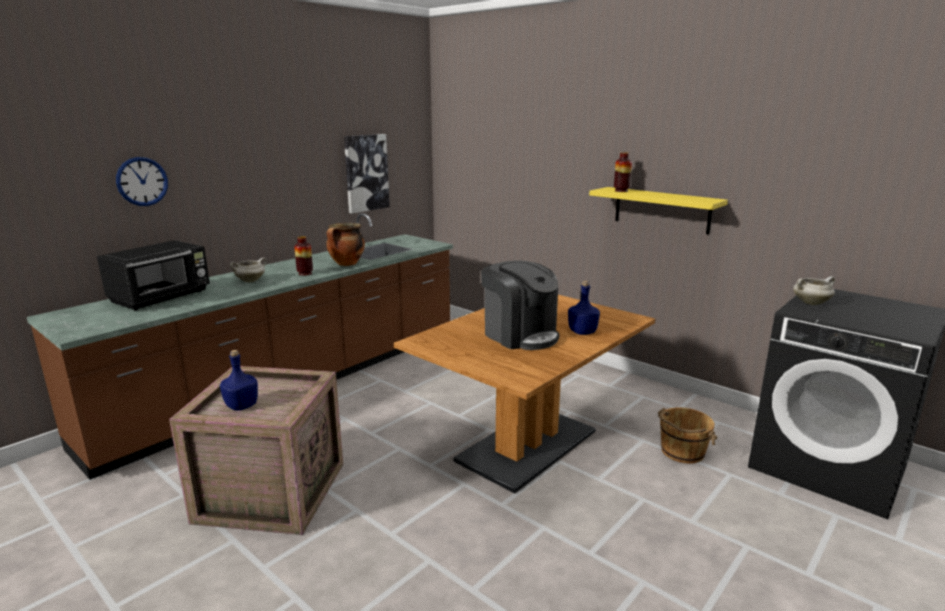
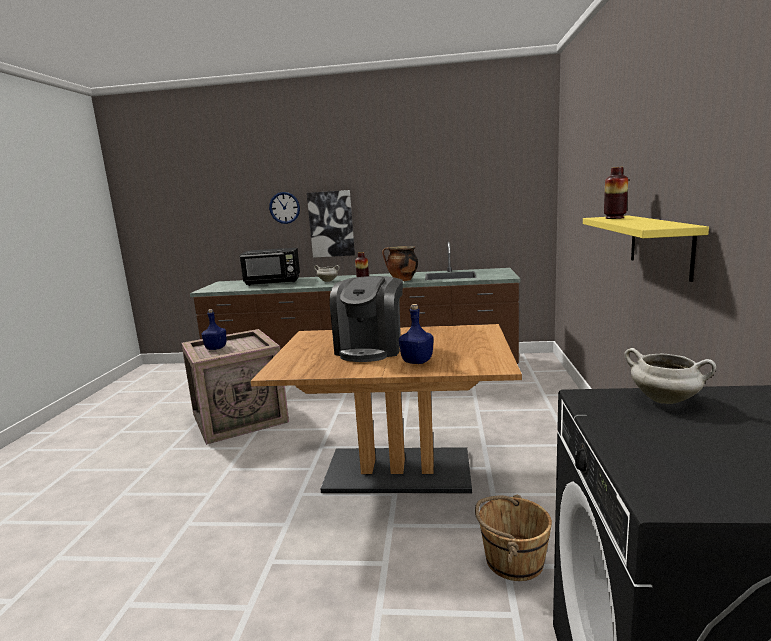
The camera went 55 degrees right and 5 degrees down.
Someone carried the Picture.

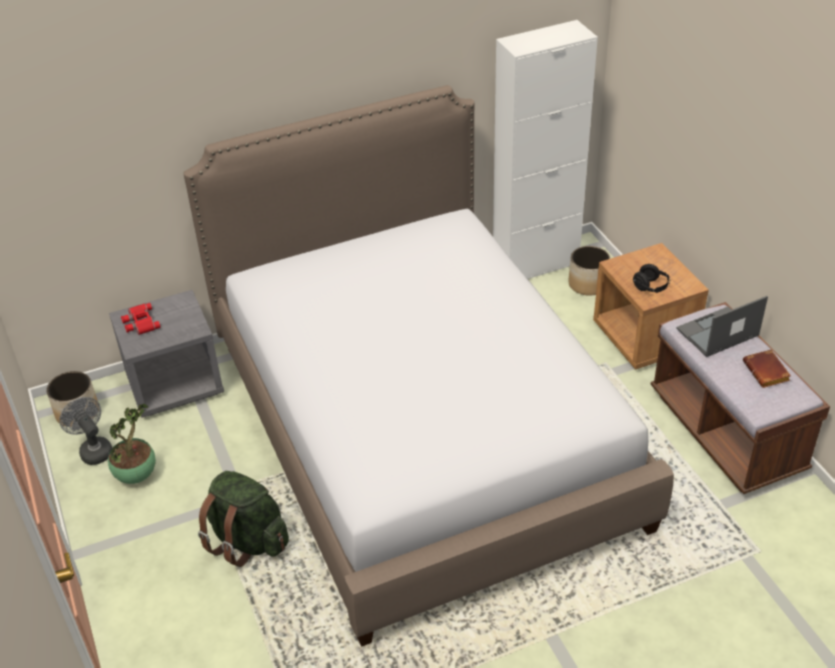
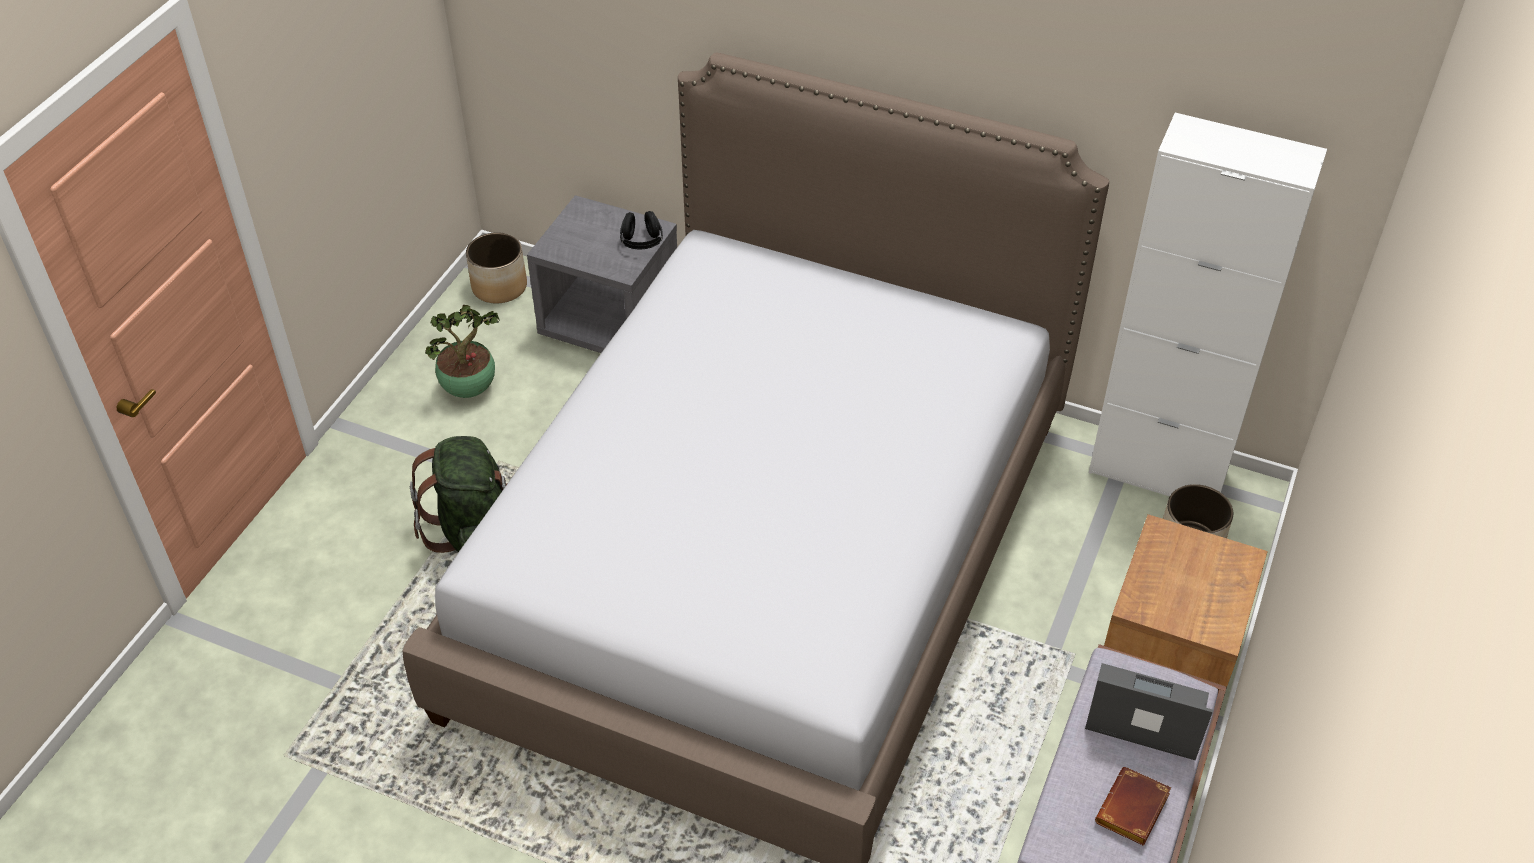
The camera went 45 degrees right and 5 degrees up.
Someone carried the BlackHeadset.
Someone took away the RedPairOfBinoculars.
Someone took away the GrayCoolingFan.

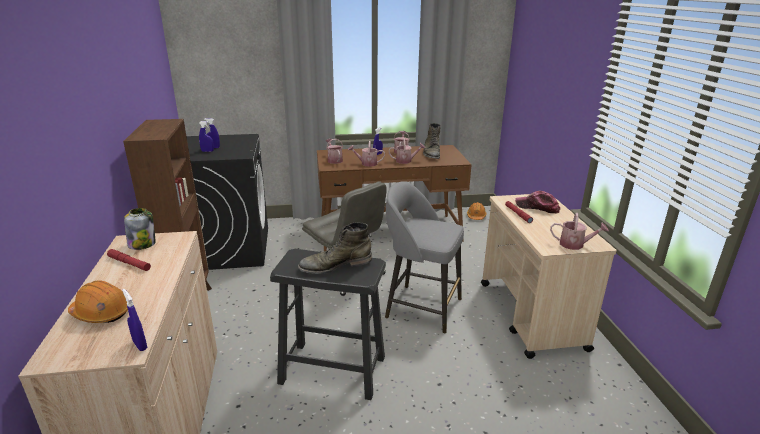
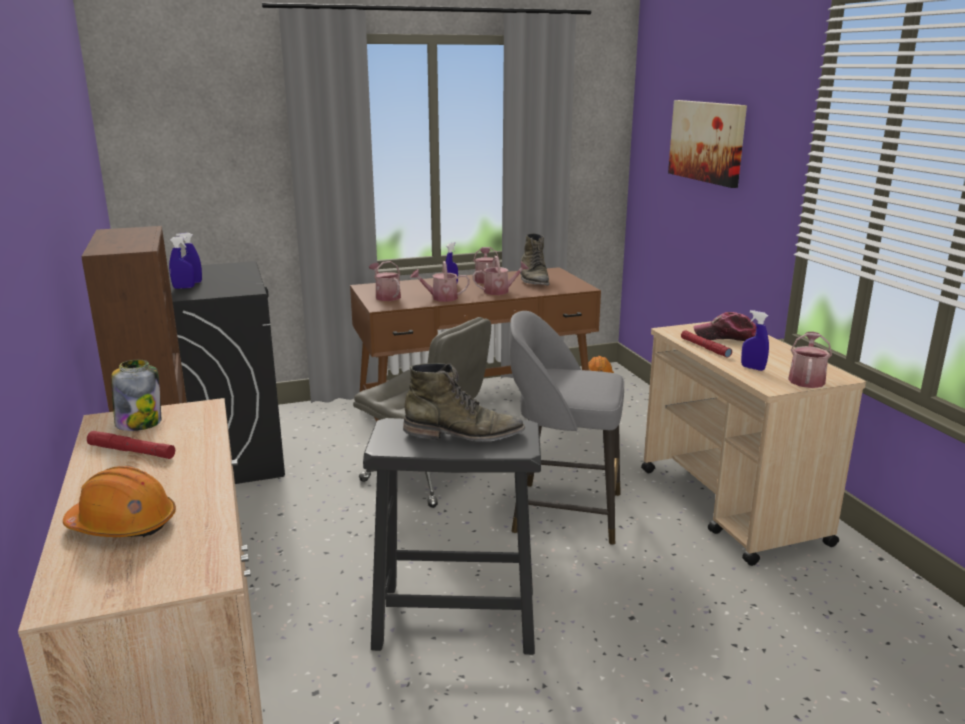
The camera went 10 degrees left and 5 degrees down.
Someone rotated the WateringPot (5th from left) by 75 degrees counterclockwise.
Someone rotated the GreenishBoot (1st from left) by 150 degrees counterclockwise.
Someone carried the BluishSprayBottle (1st from left in the first image).
Someone put up the Picture.

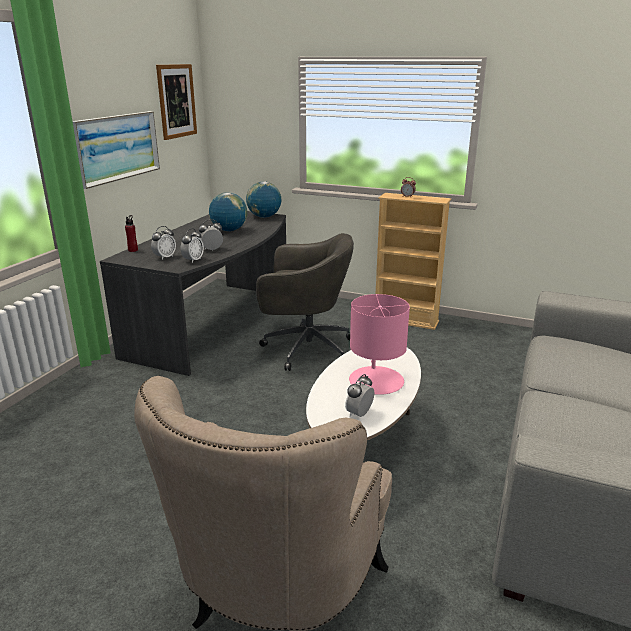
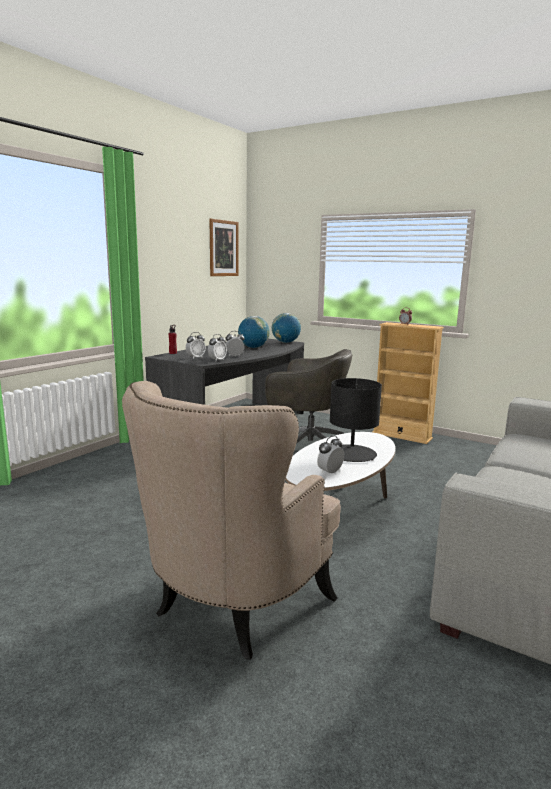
The camera went 10 degrees right and 10 degrees down.
Someone took away the Picture (1st from left).
Someone repainted the PinkishLampForATable, which became the BlackLampForATable.

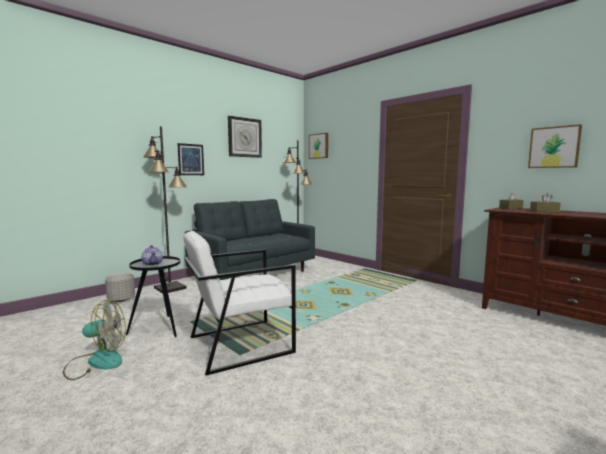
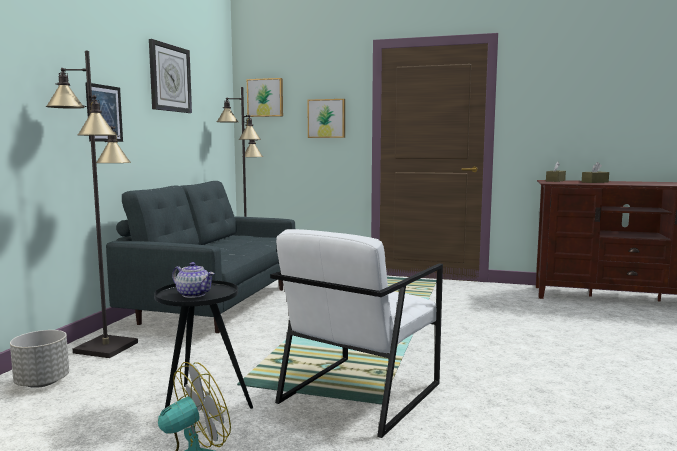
The camera went 30 degrees left and 0 degrees up.
Someone carried the Picture (3rd from left).

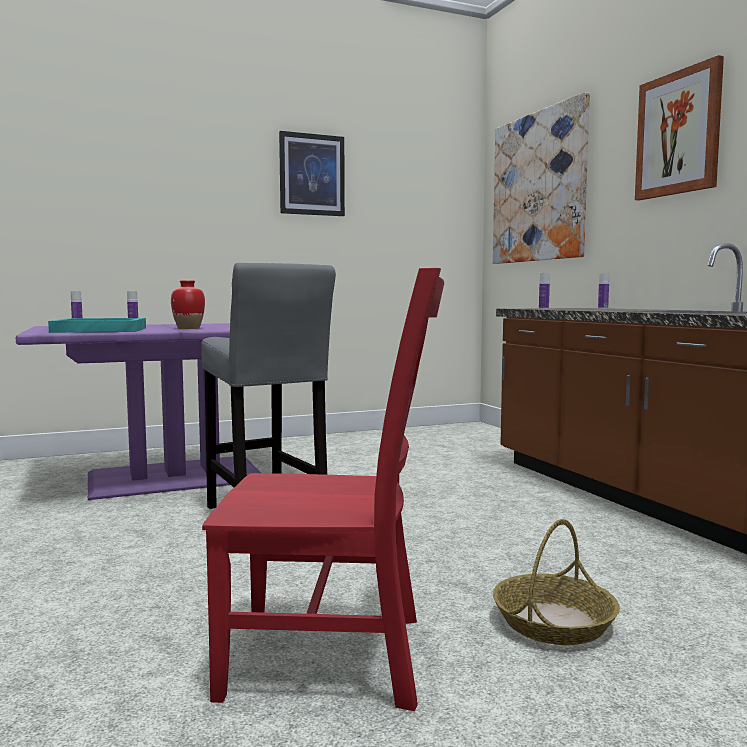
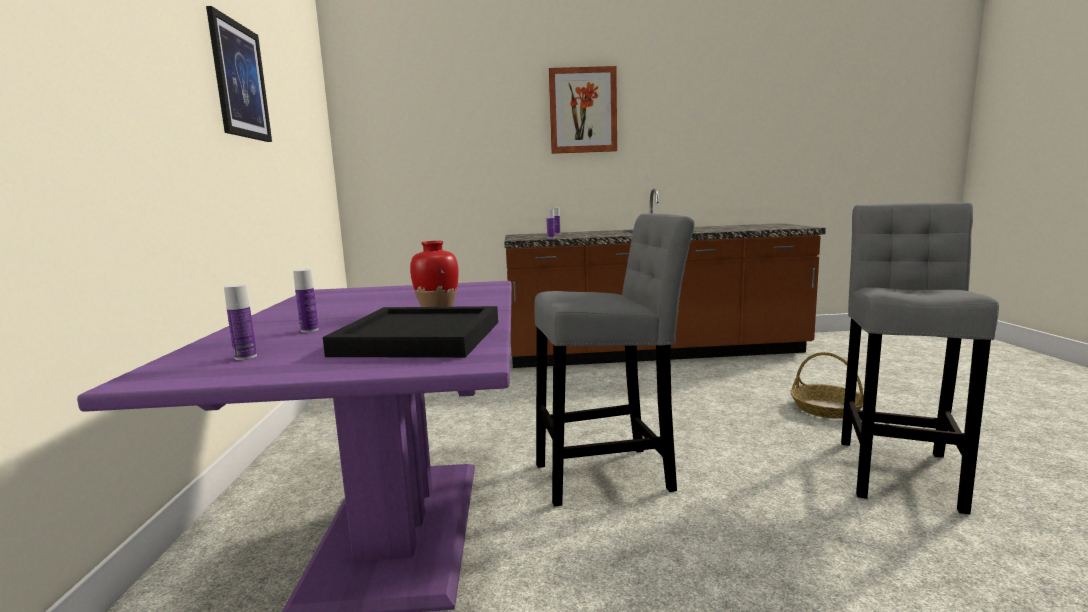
The camera went 70 degrees left and 5 degrees up.
Someone took away the Picture (2nd from left).
Someone swapped the RedChair for the GrayStool (2nd from left).
Someone repainted the BlueGreenServingTray, which became the BlackServingTray.

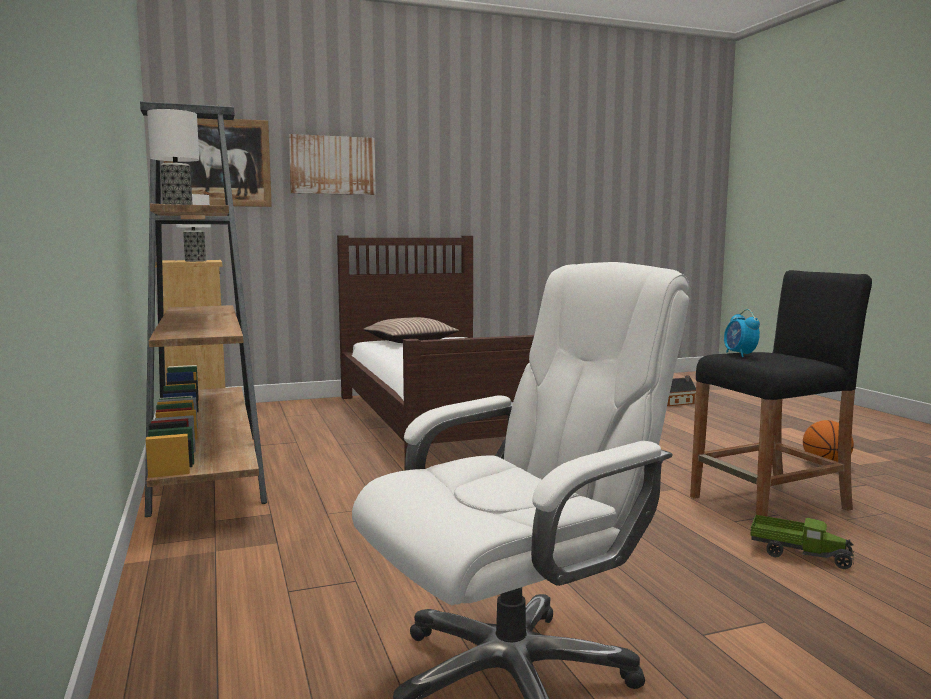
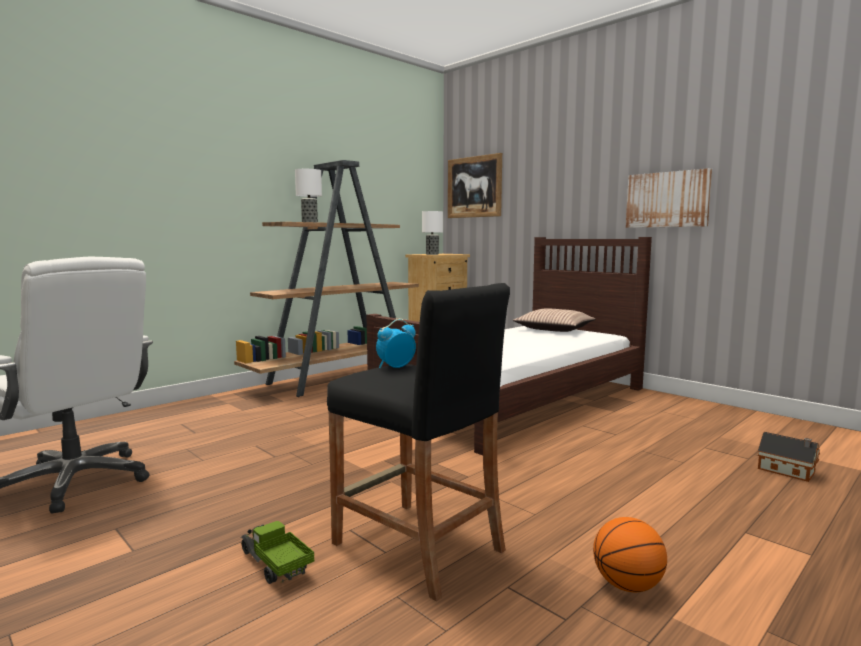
The camera went 65 degrees right and 0 degrees up.
Someone carried the Picture (2nd from left).
Someone rotated the ToyLorry by 135 degrees clockwise.

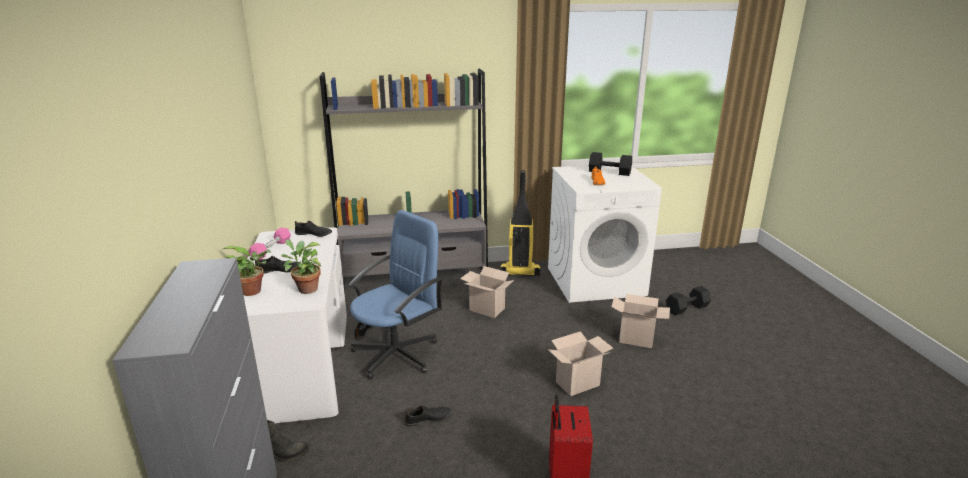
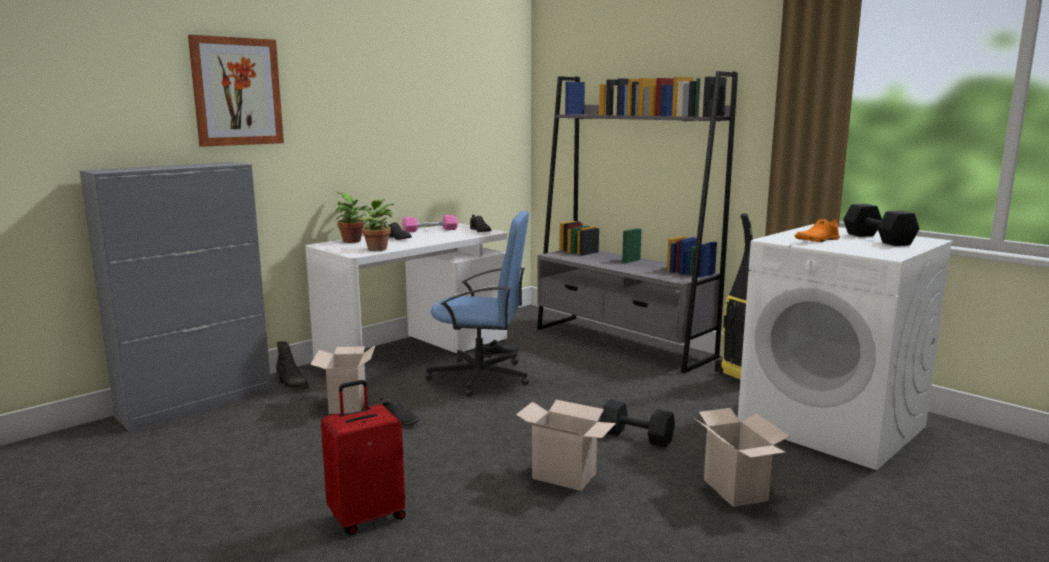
The camera went 55 degrees right and 10 degrees down.
Someone carried the Carton (1st from left).
Someone carried the BlackDumbbell (2nd from left in the first image).
Someone put up the Picture.

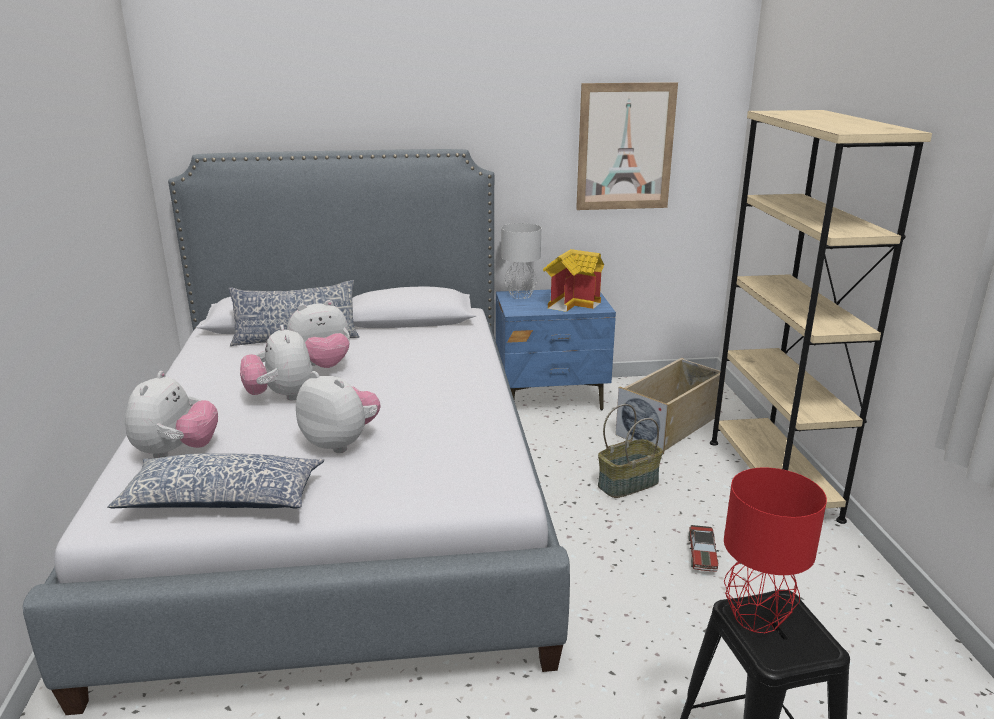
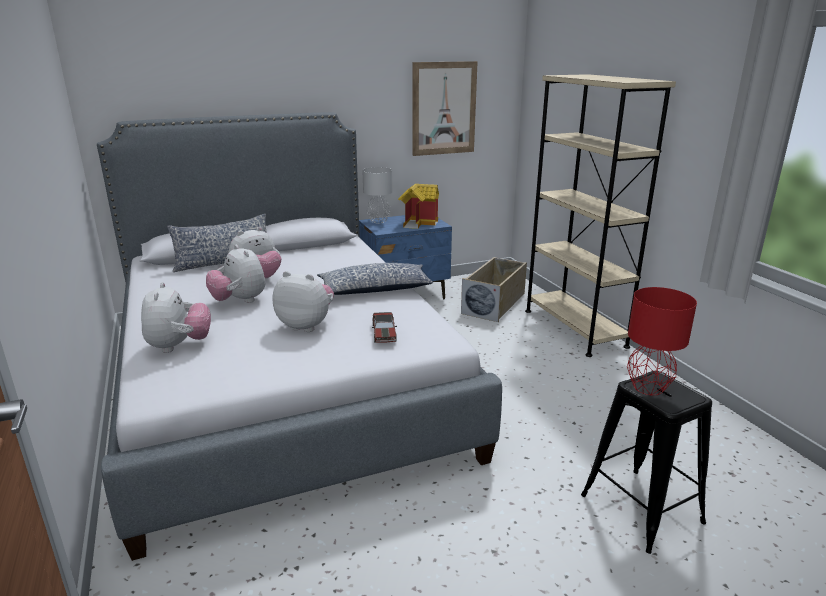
The camera went 15 degrees left and 0 degrees up.
Someone took away the StorageBasket.
Someone carried the Pillow (1st from left in the first image).
Someone carried the MiniatureCar.

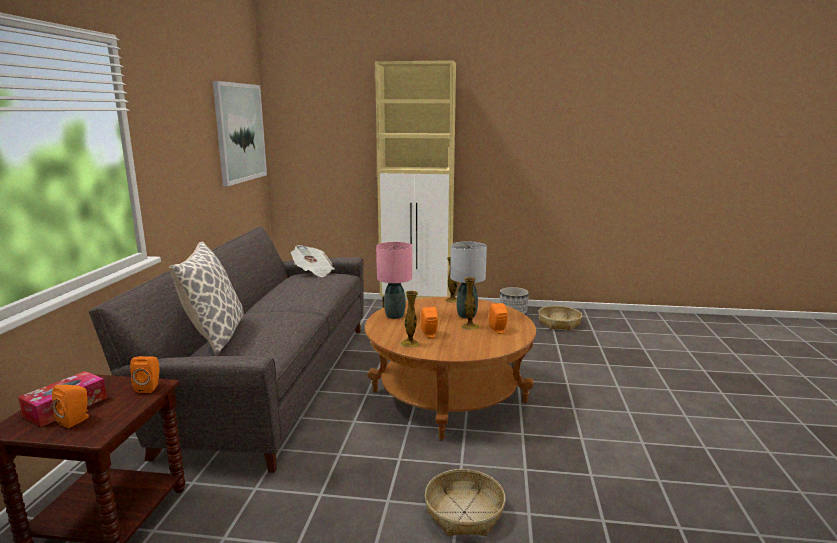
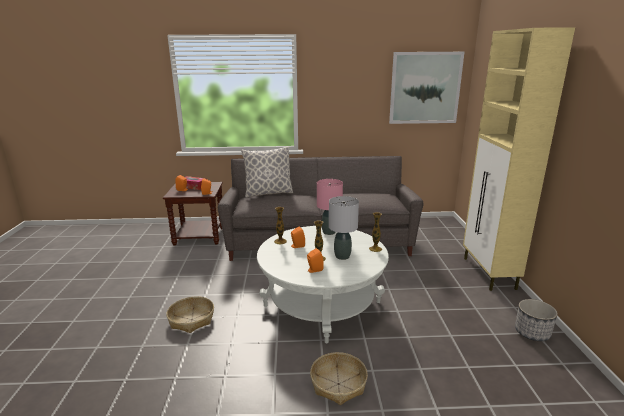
The camera went 80 degrees right and 5 degrees up.
Someone took away the DailyPaper.
Someone repainted the BrownColouredLoungeTable, which became the WhitishLoungeTable.
Someone carried the StorageBasket (2nd from left).

